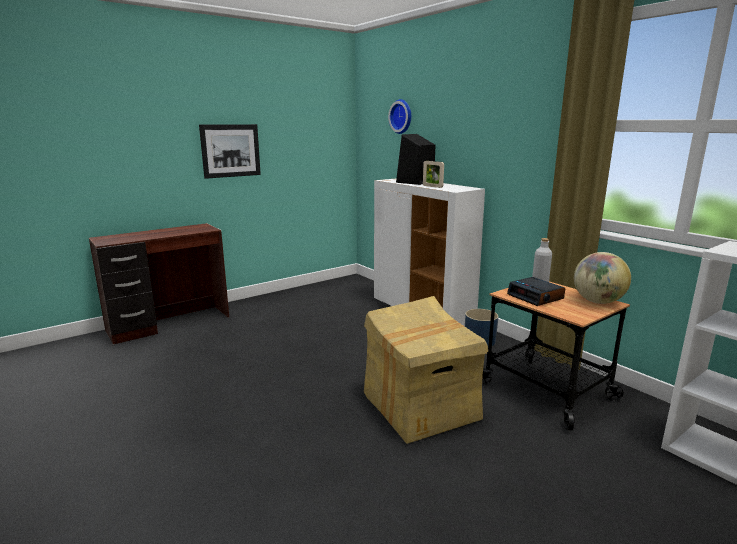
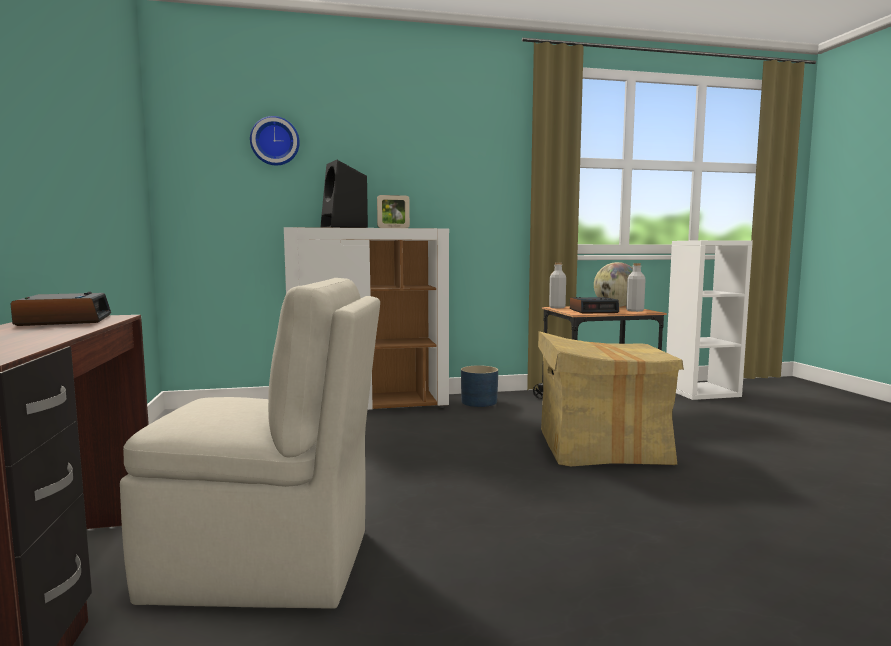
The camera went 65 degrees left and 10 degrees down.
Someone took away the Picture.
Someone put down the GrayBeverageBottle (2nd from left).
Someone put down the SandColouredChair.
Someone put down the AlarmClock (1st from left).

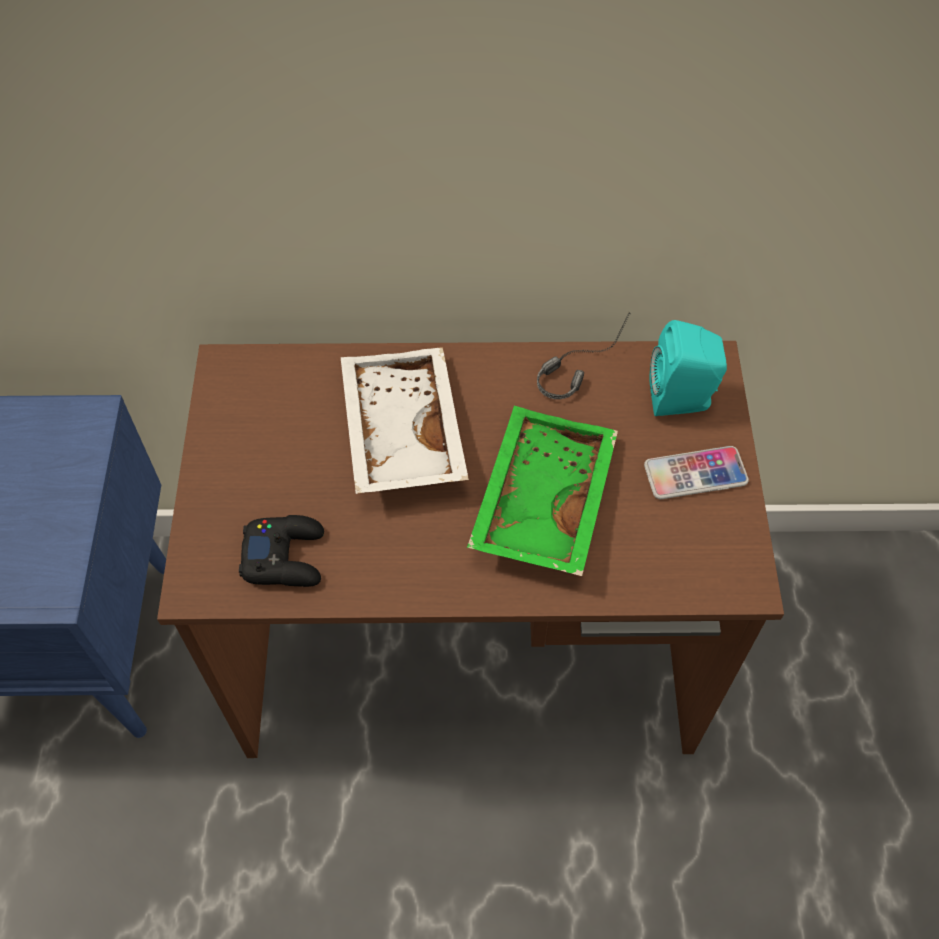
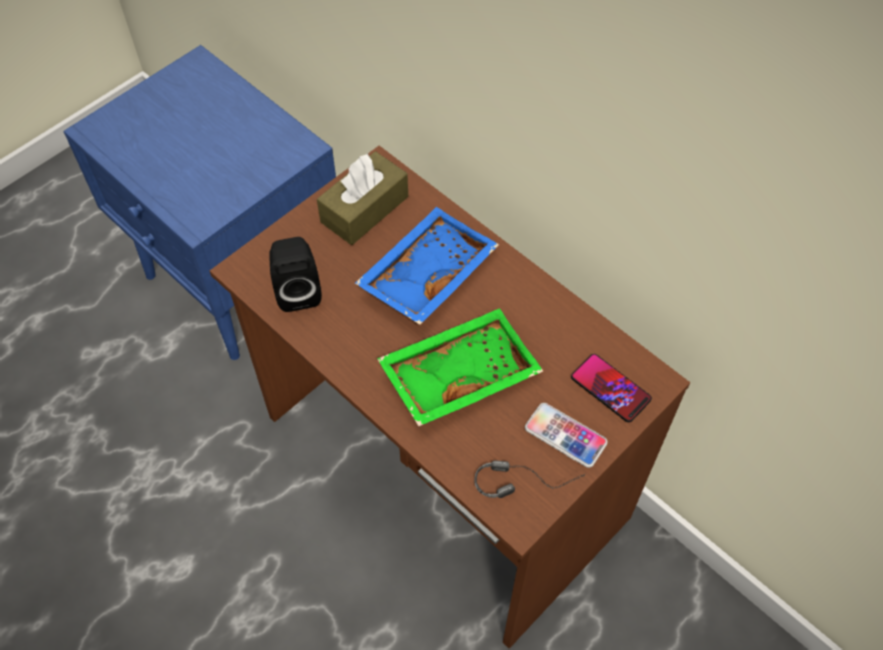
The camera went 45 degrees right and 0 degrees up.
Someone carried the Headset.
Someone swapped the BlueGreenSpeaker for the Telephone (2nd from left).
Someone repainted the WhitishServingTray, which became the BluishServingTray.
Someone swapped the BlackJoypad for the BlackSpeaker.
Someone put down the BrownColouredTissueBox.

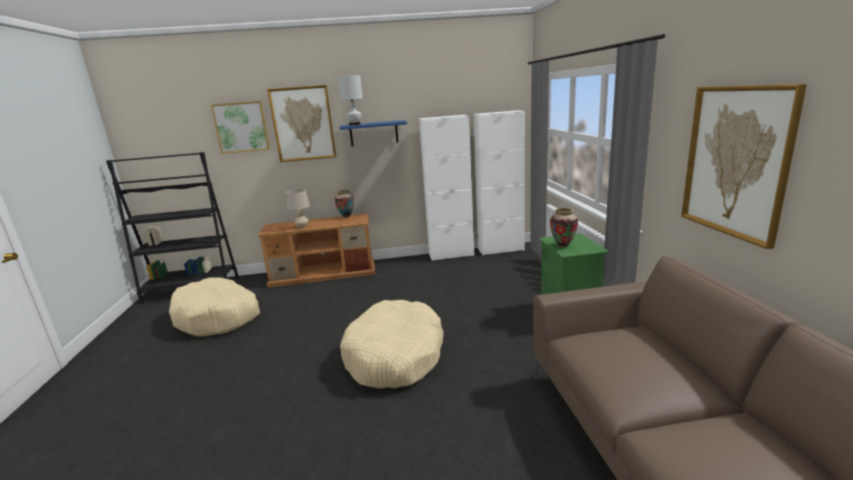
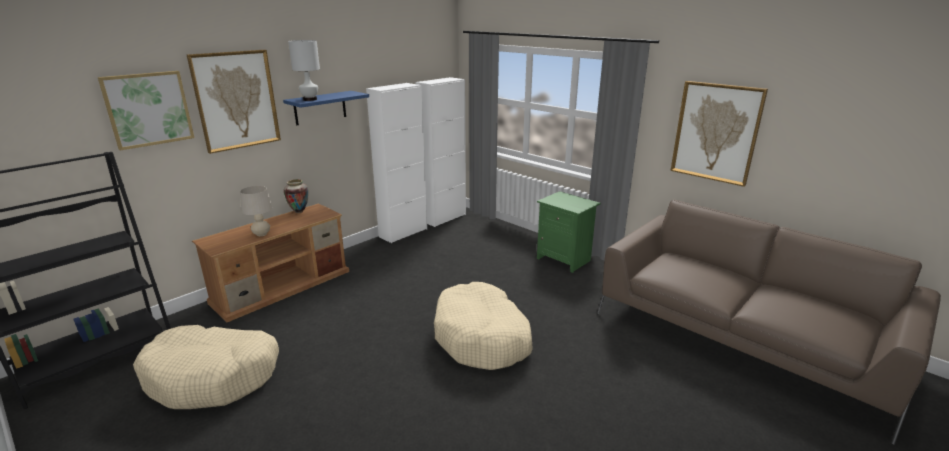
The camera went 40 degrees left and 5 degrees up.
Someone took away the DecorativeVase (2nd from left).

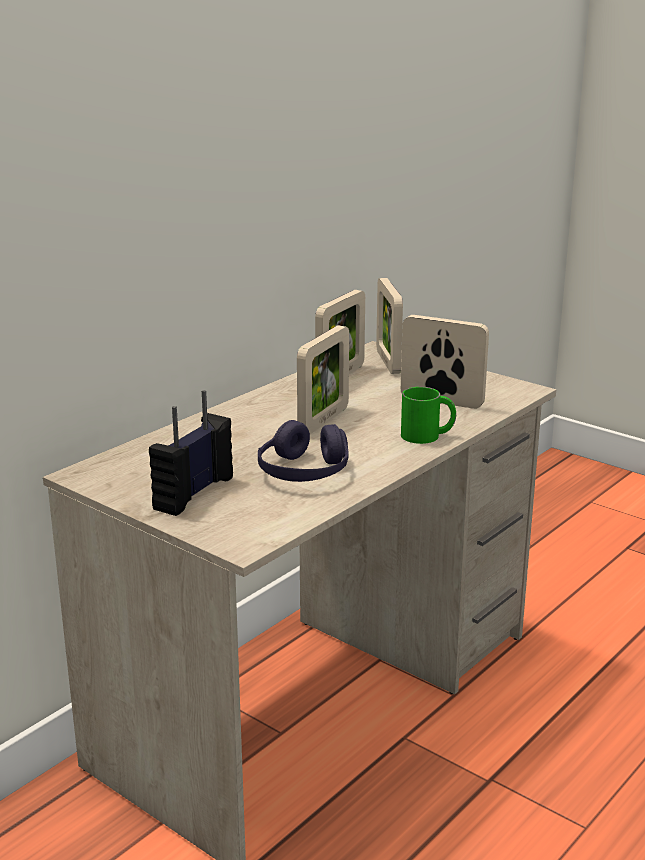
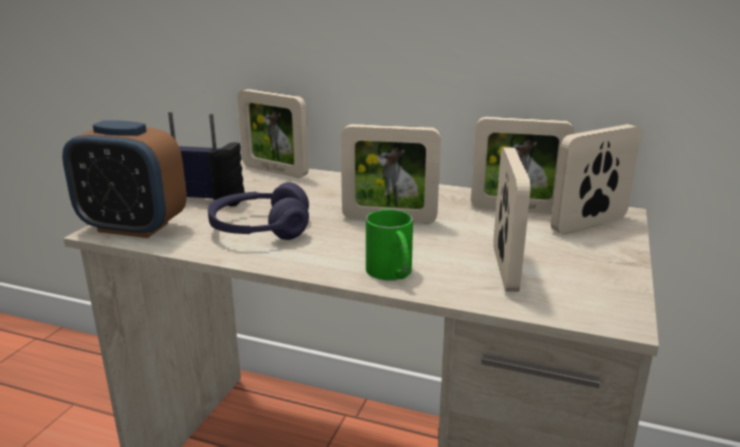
The camera went 70 degrees right and 0 degrees up.
Someone put down the StandingFrame (1st from left).
Someone put down the AlarmClock.

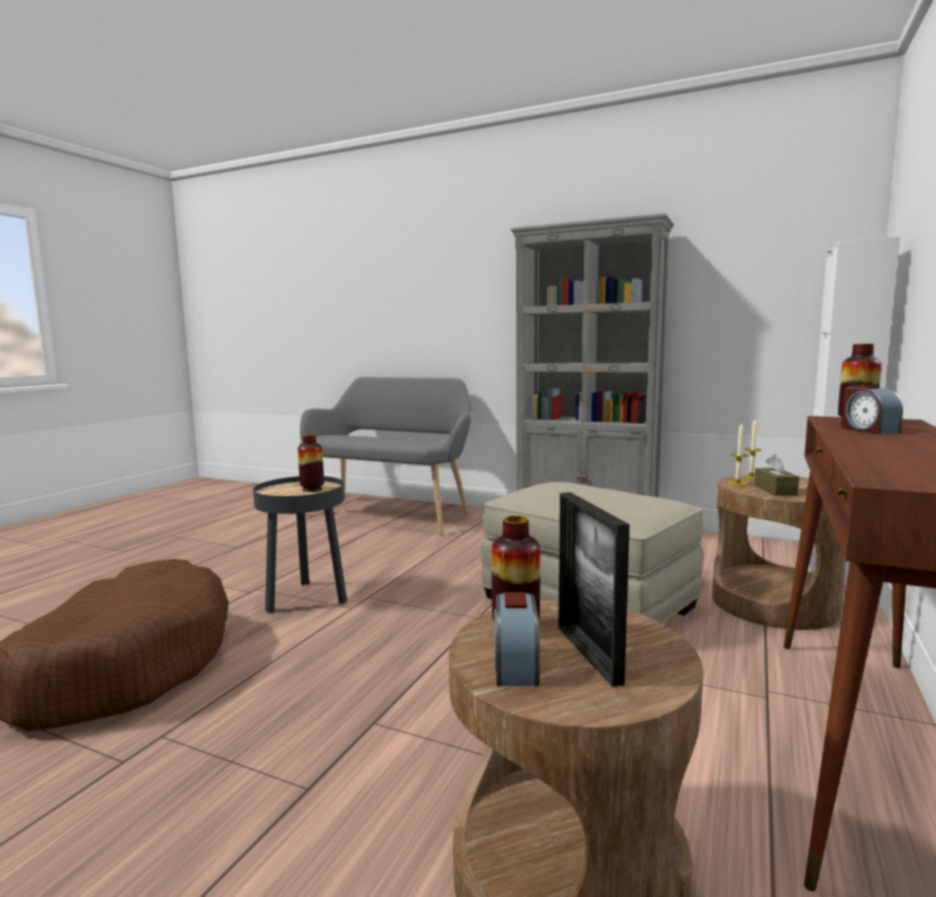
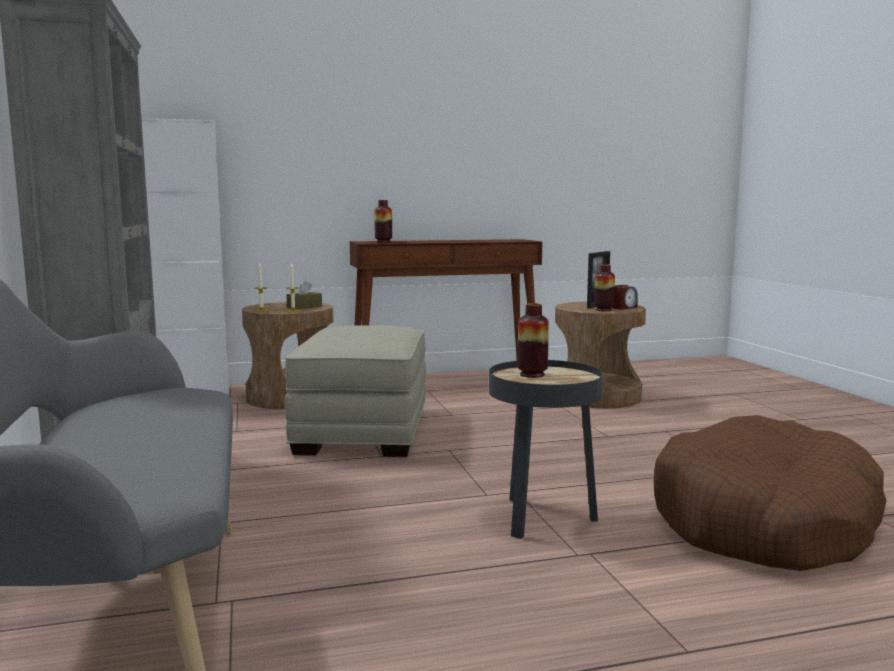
The camera went 130 degrees left and 0 degrees up.
Someone took away the AlarmClock (2nd from left).

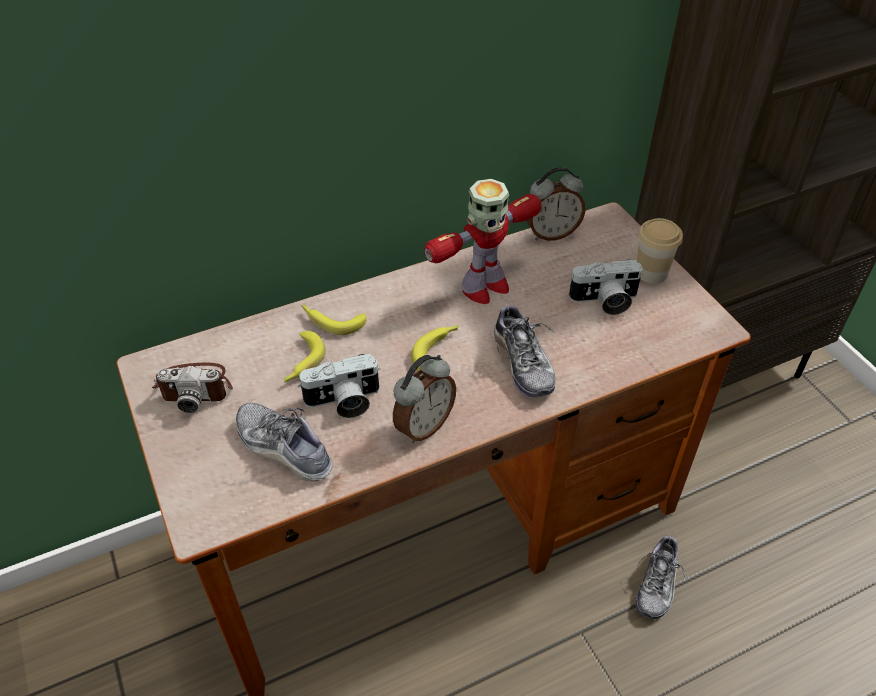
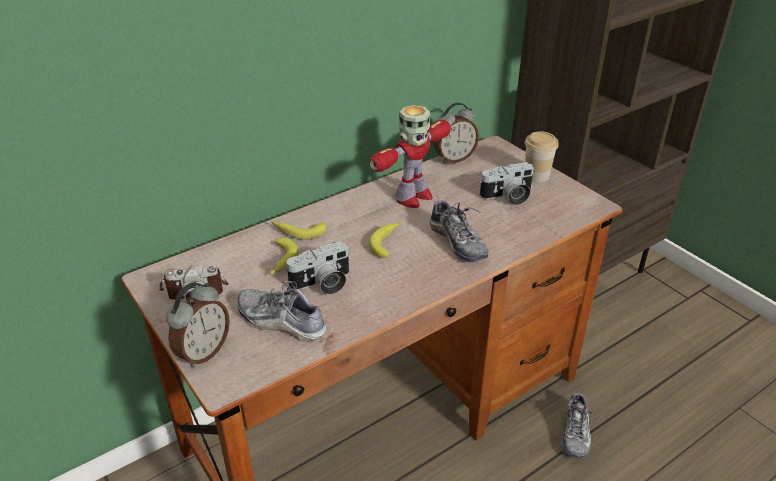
The camera went 10 degrees left and 10 degrees down.
Someone carried the AlarmClock (1st from left).

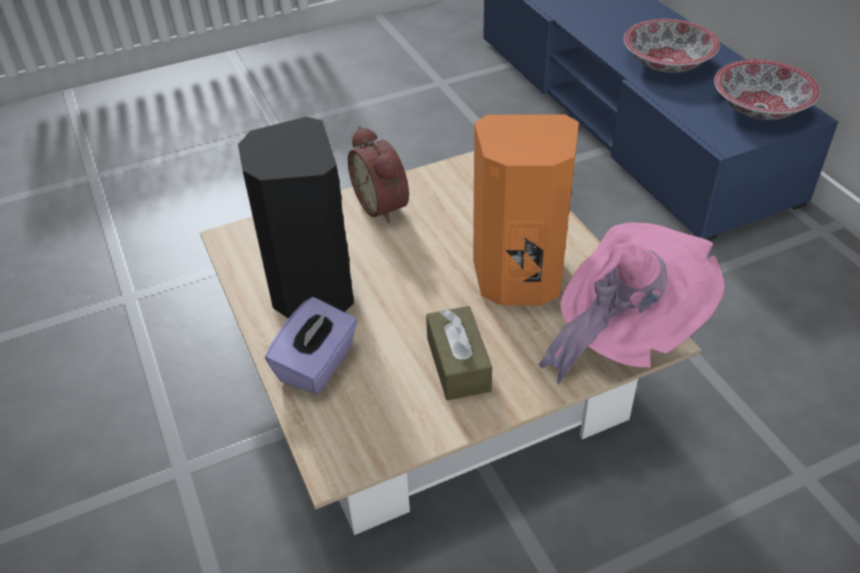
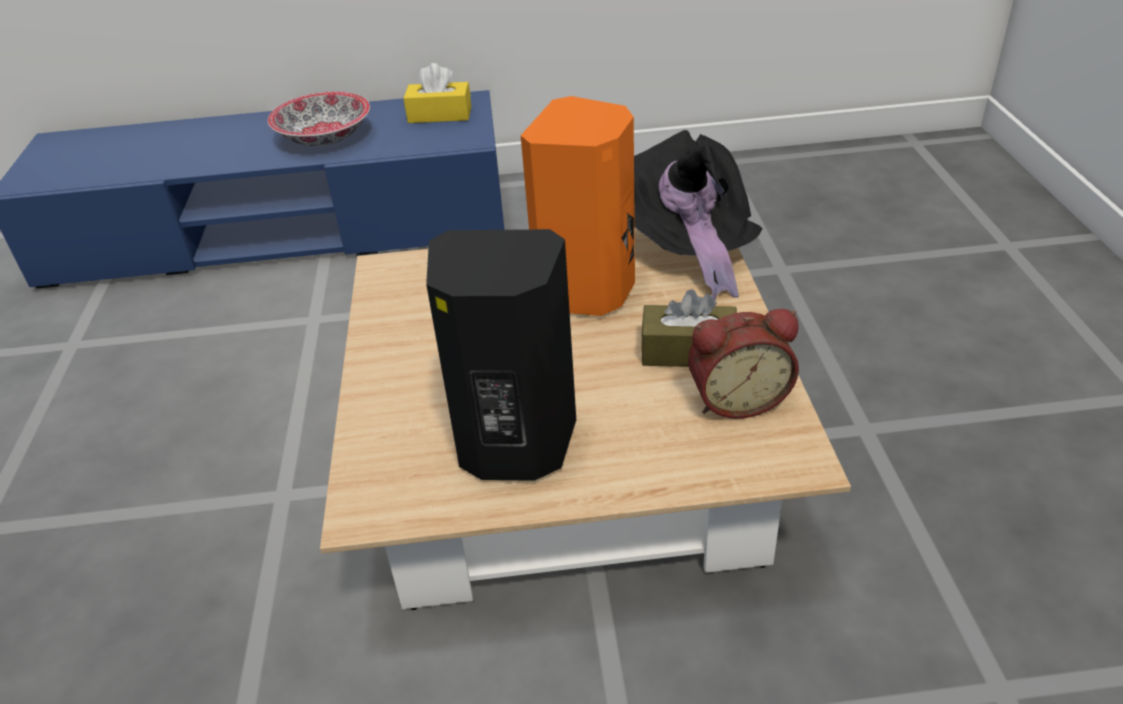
The camera went 70 degrees left and 5 degrees down.
Someone swapped the DeepDish (2nd from left) for the YellowTissueBox.
Someone carried the AlarmClock.
Someone repainted the PinkishClothingHat, which became the BlackClothingHat.
Someone took away the PurpleColouredTissueBox.

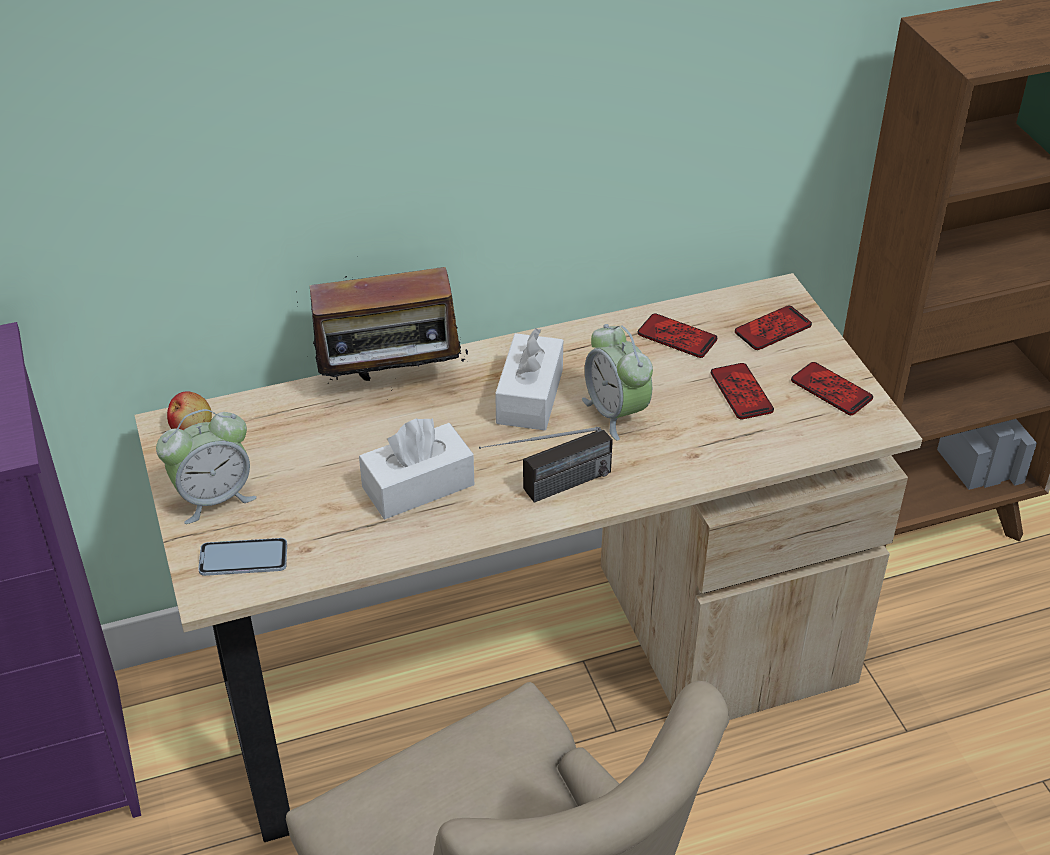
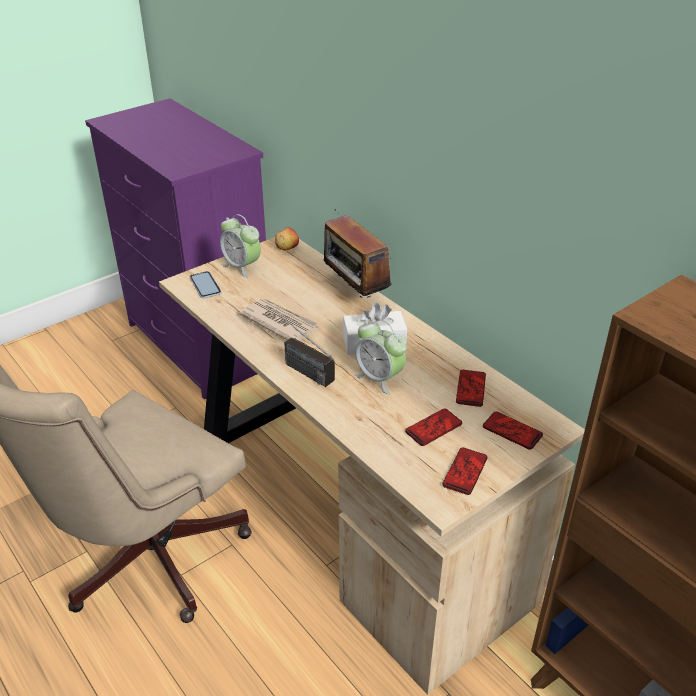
The camera went 70 degrees right and 5 degrees down.
Someone rotated the AlarmClock (2nd from left) by 90 degrees counterclockwise.
Someone swapped the WhitishTissueBox (1st from left) for the DailyPaper.

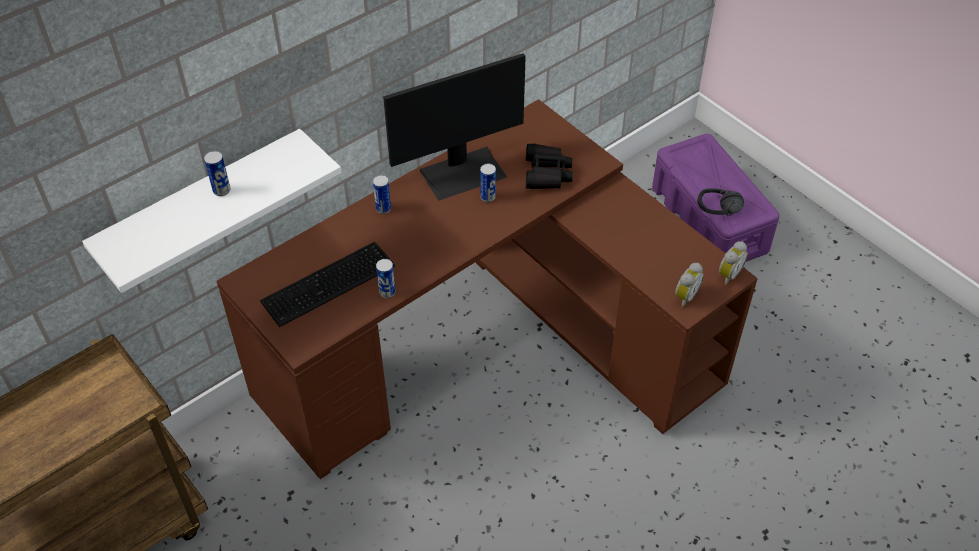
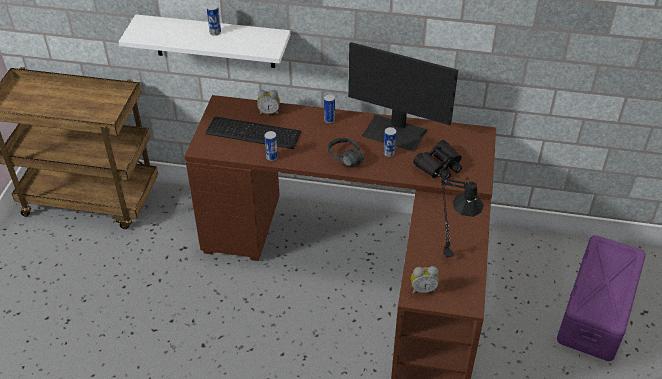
The camera went 50 degrees right and 5 degrees down.
Someone carried the BlackHeadset.
Someone carried the AlarmClock (2nd from left in the first image).
Someone put down the BlackLampForATable.

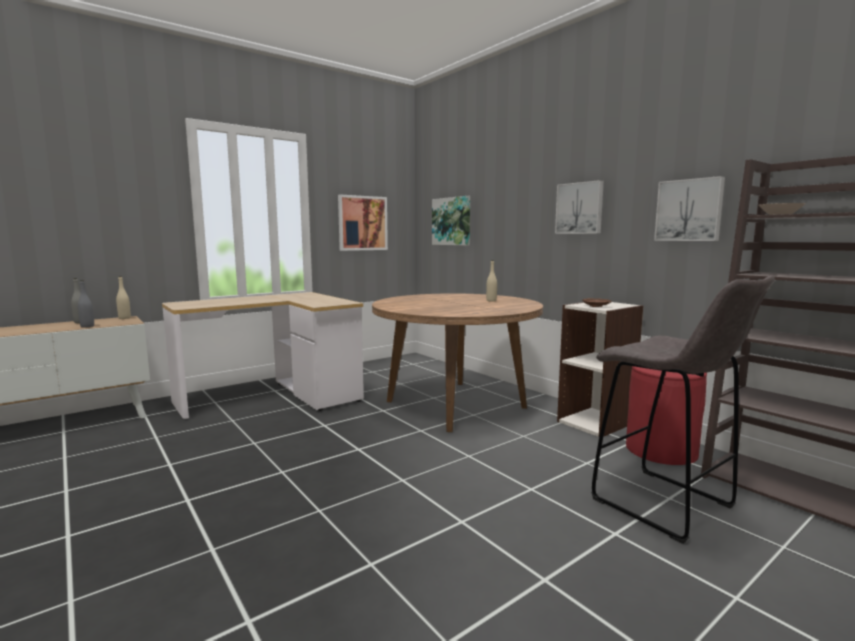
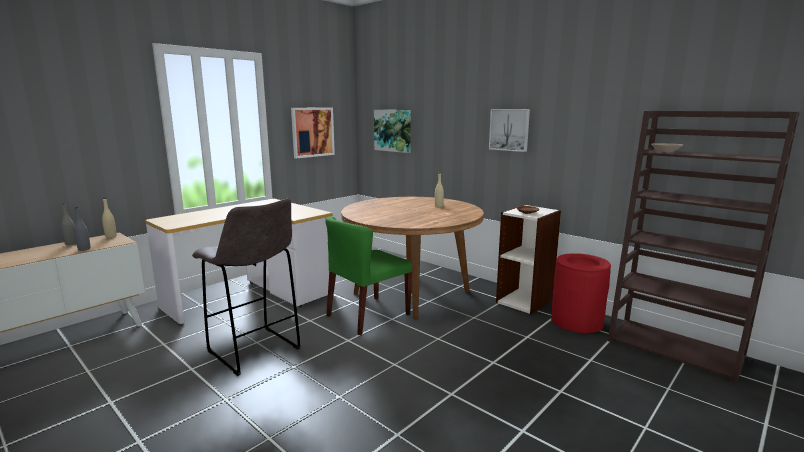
The camera went 10 degrees left and 5 degrees up.
Someone took away the Picture (4th from left).
Someone carried the GrayStool.
Someone put down the GreenishChair.

